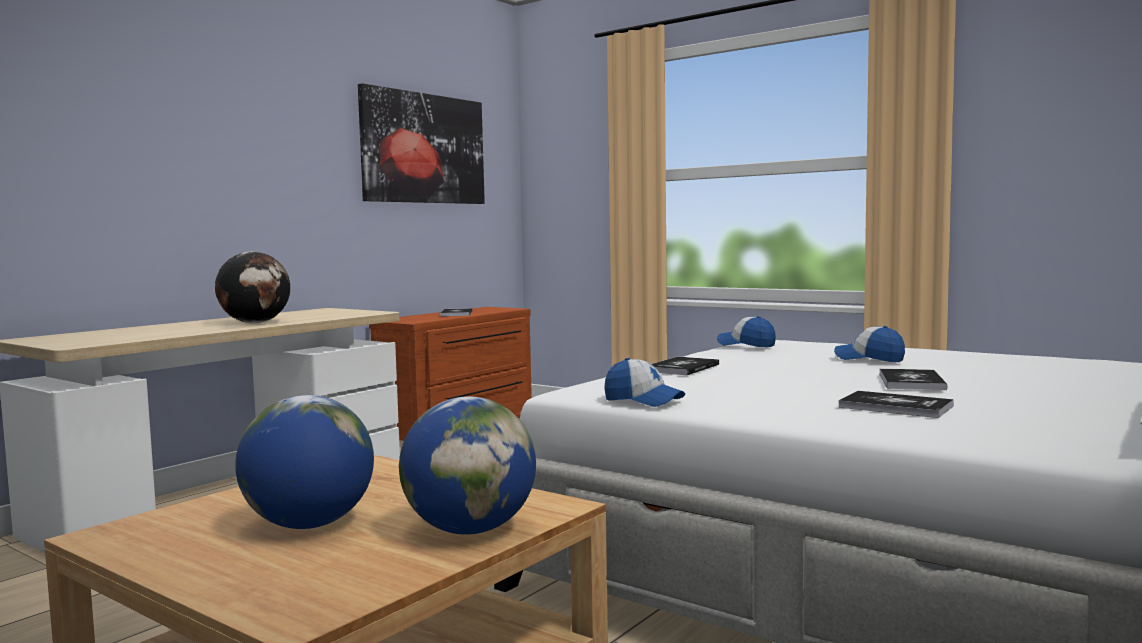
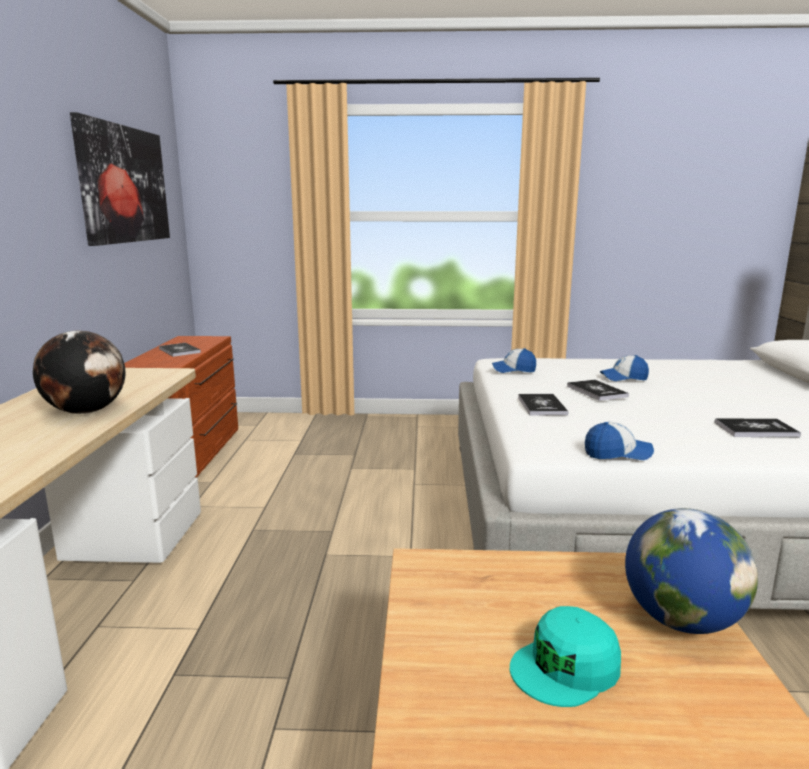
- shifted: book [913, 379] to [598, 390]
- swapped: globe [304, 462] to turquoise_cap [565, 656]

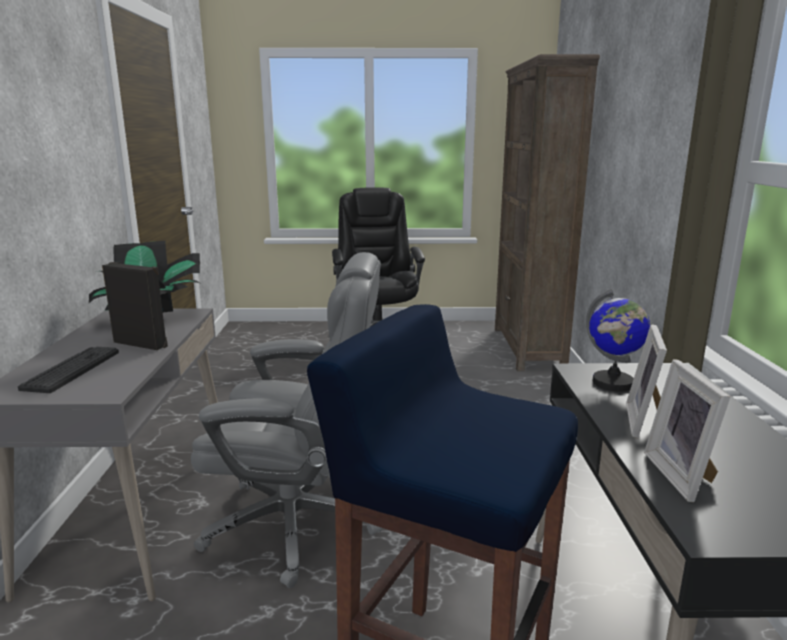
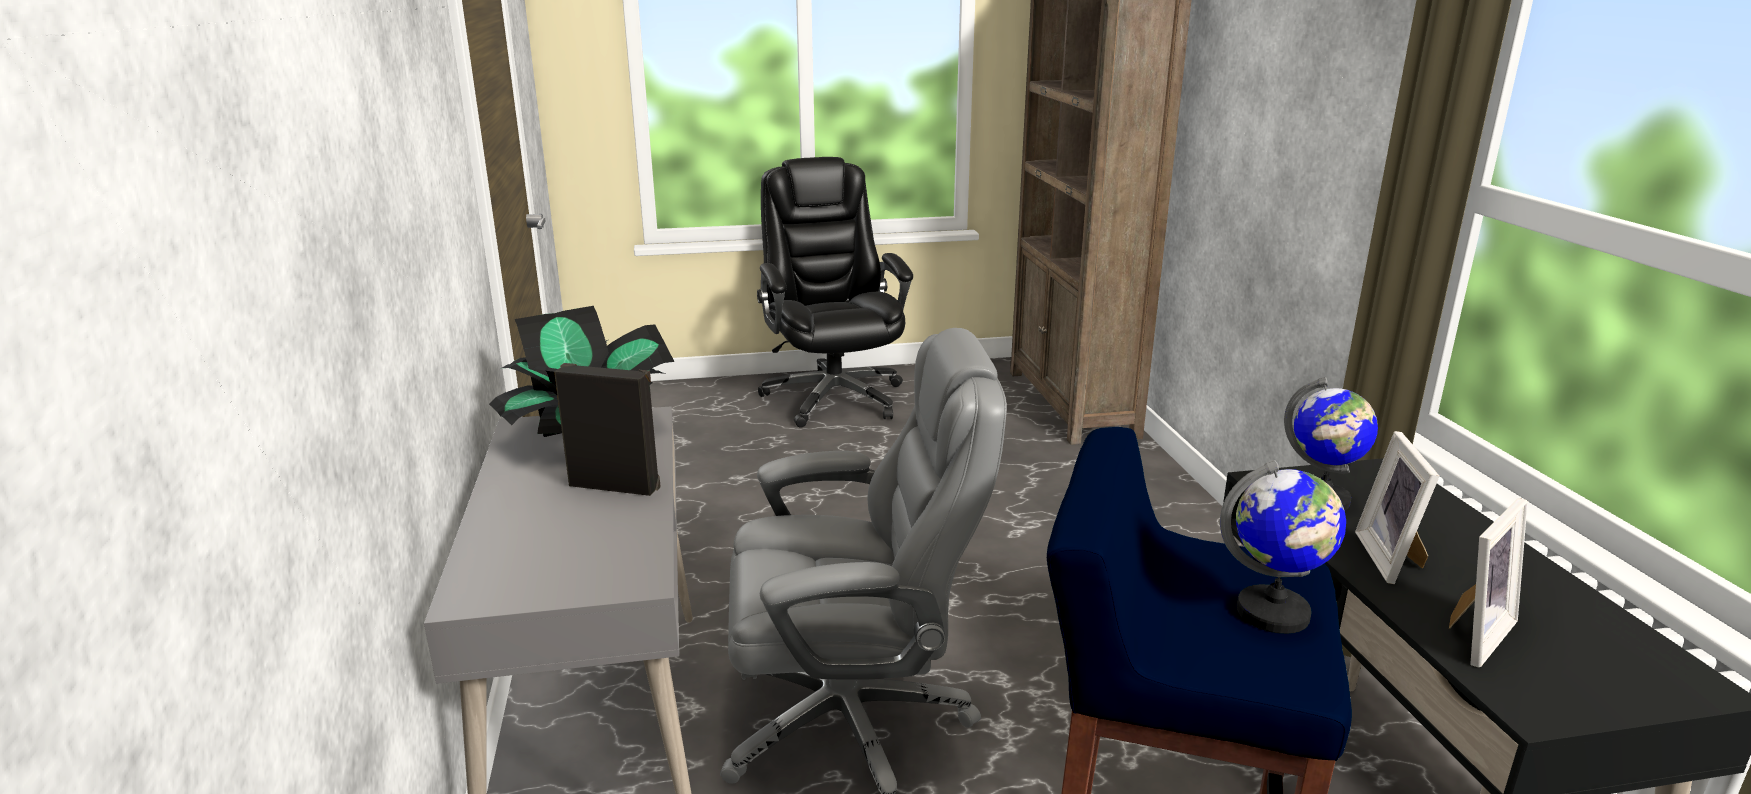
- gone: keyboard [68, 370]
- new: globe [1283, 547]
- rotated: picture_frame [687, 430] = [1488, 582] 120 degrees counterclockwise

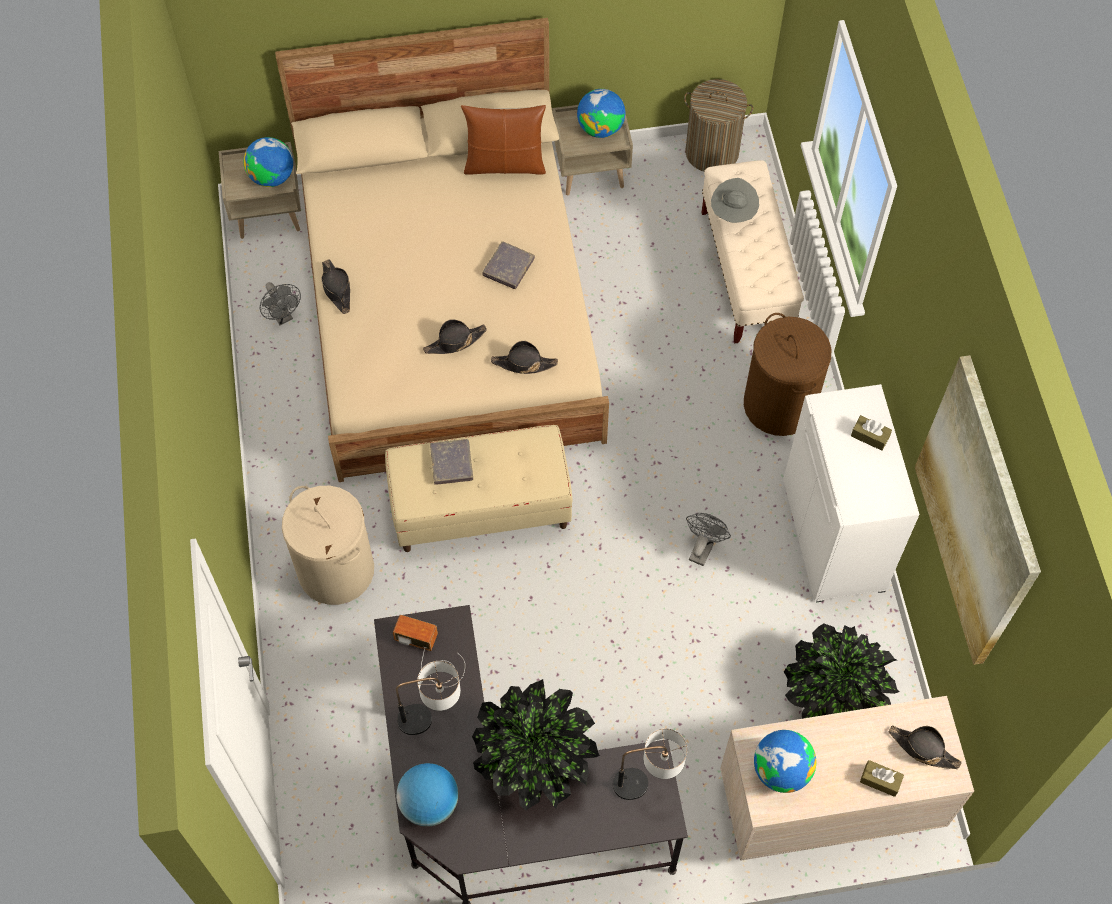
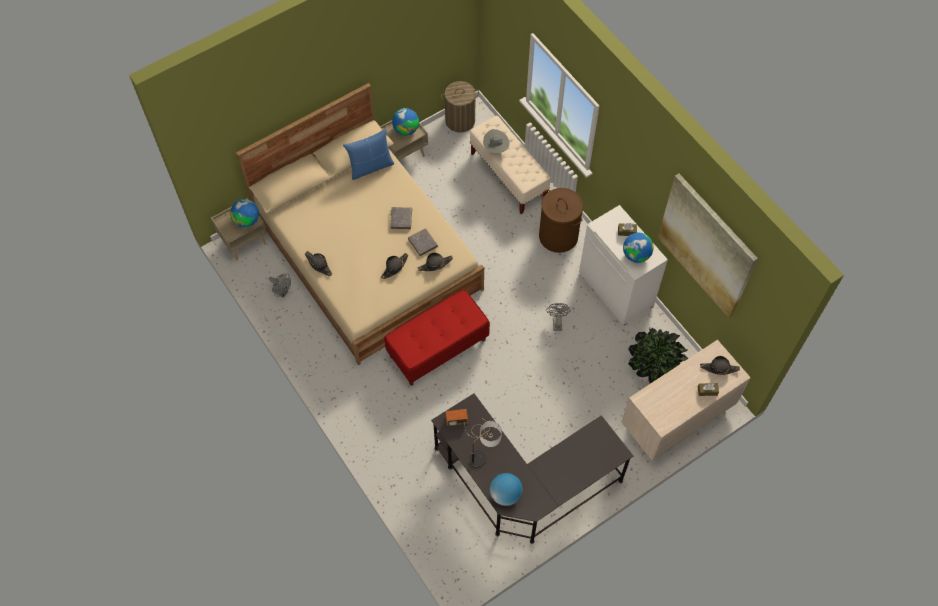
- gone: beige_laundry_basket [328, 545]
- gone: potted_plant [536, 744]
- gone: table_lamp [650, 764]
- shifted: grey_book [451, 462] to [423, 242]
- shifted: globe [785, 761] to [638, 248]
- repainted: beige_bench [479, 488] to red_bench [437, 337]
- repainted: brown_pillow [503, 140] to blue_pillow [368, 154]

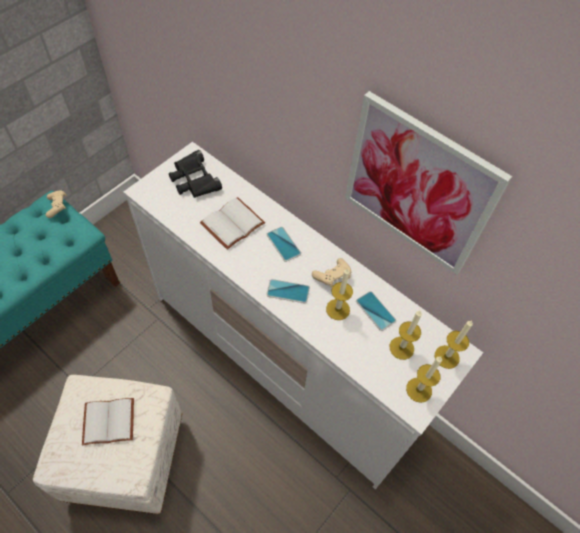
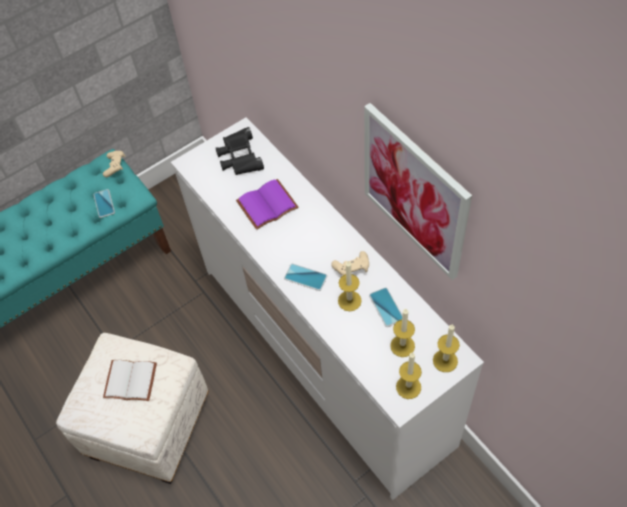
- shifted: phone [283, 244] to [104, 203]
- repainted: white_book [232, 223] to purple_book [267, 204]

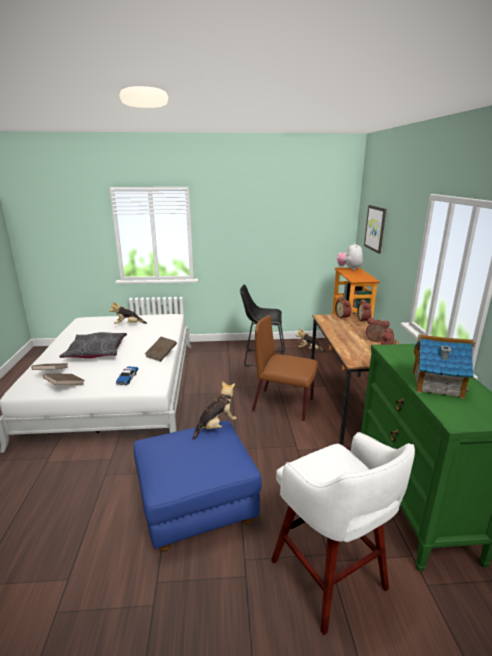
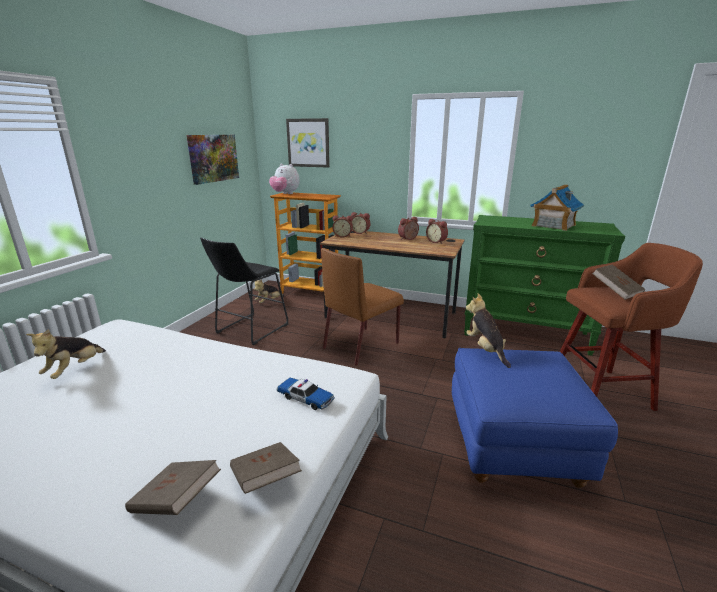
- gone: grey_pillow [93, 345]
- new: picture [213, 160]
- shifted: brown_book [161, 349] to [619, 282]
- repainted: white_stool [343, 533] to brown_stool [631, 327]

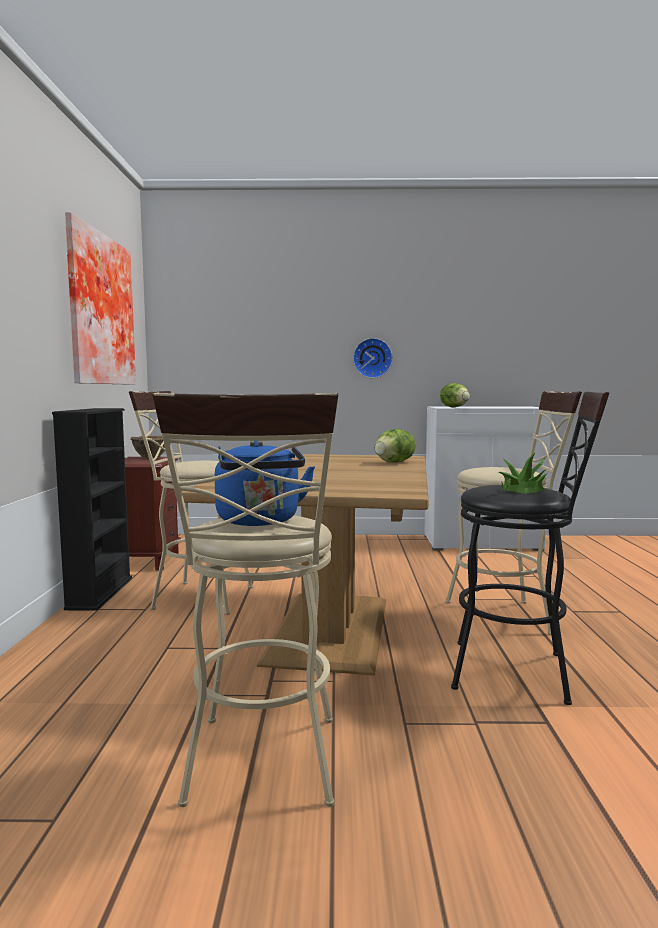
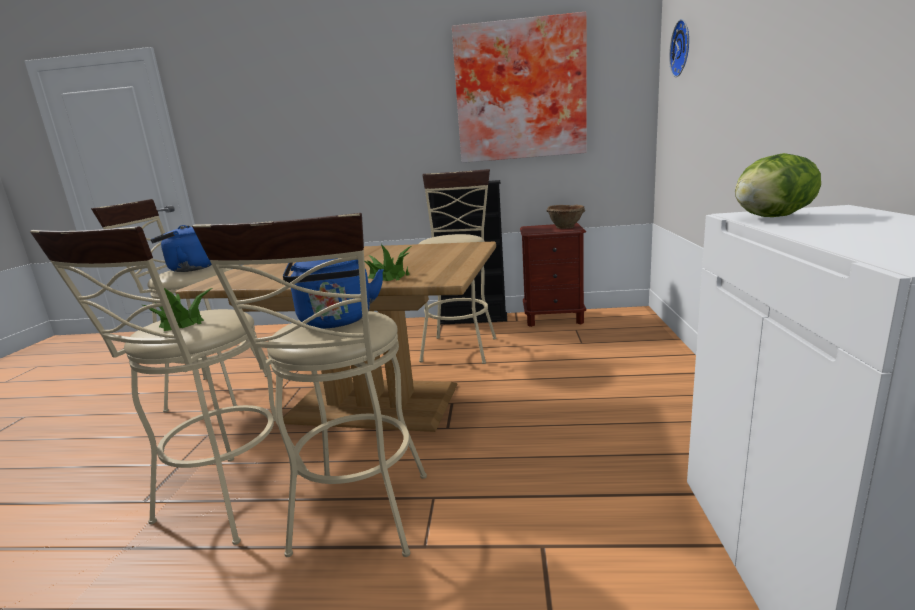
- new: blue_kettle [333, 293]
- shifted: wall_clock [373, 358] to [679, 48]
- swapped: lettuce [395, 446] to potted_plant [387, 262]
- repainted: black_stool [530, 548] to beige_stool [169, 385]

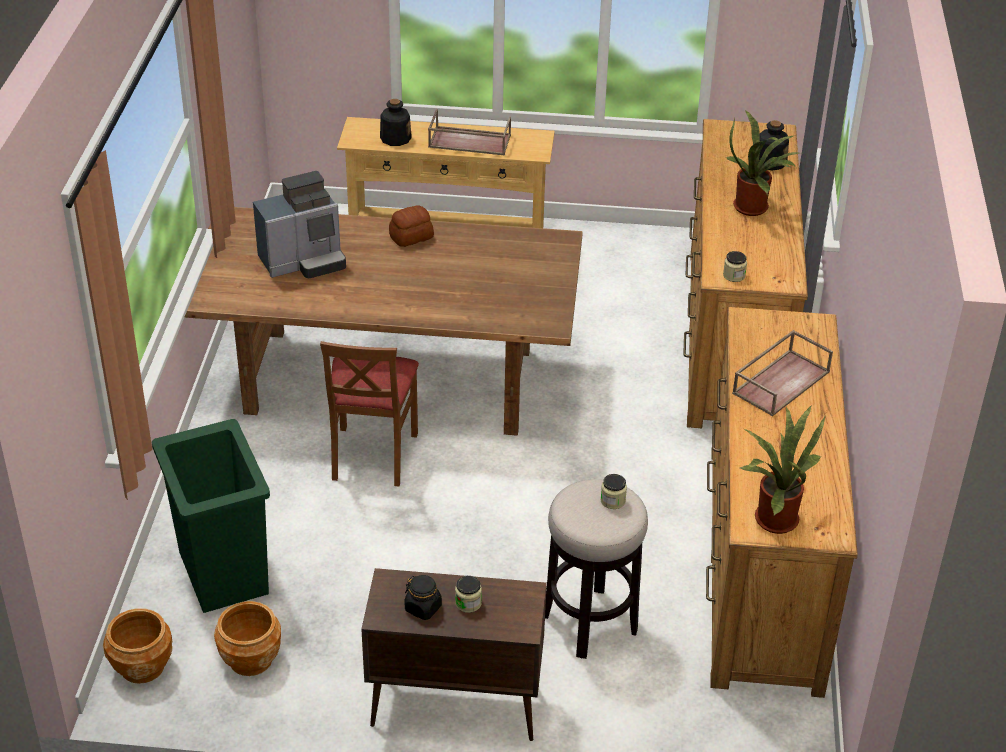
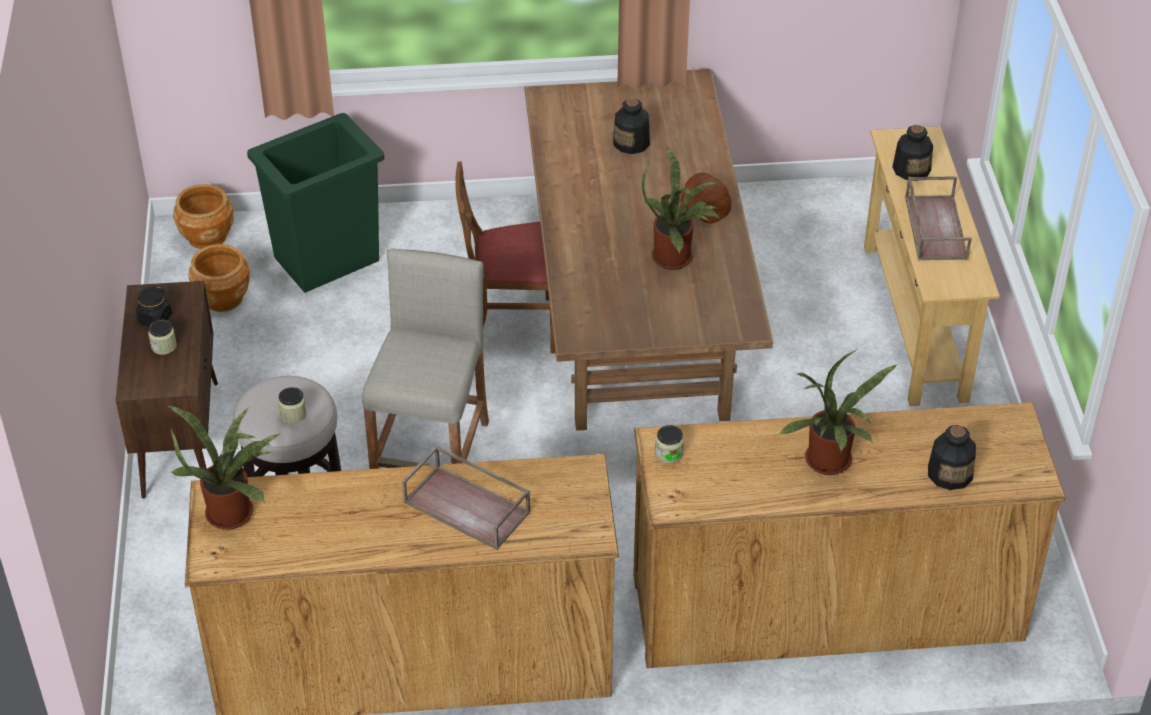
- new: beige_stool [425, 358]
- new: potted_plant [681, 208]
- swapped: coffee_machine [299, 224] to bottle [631, 126]

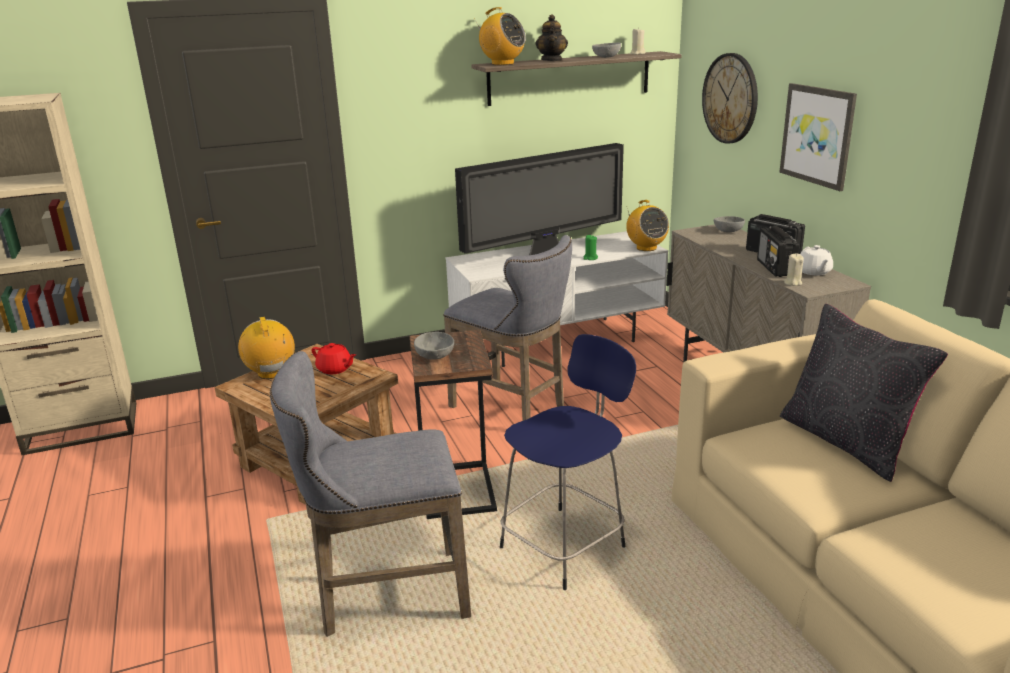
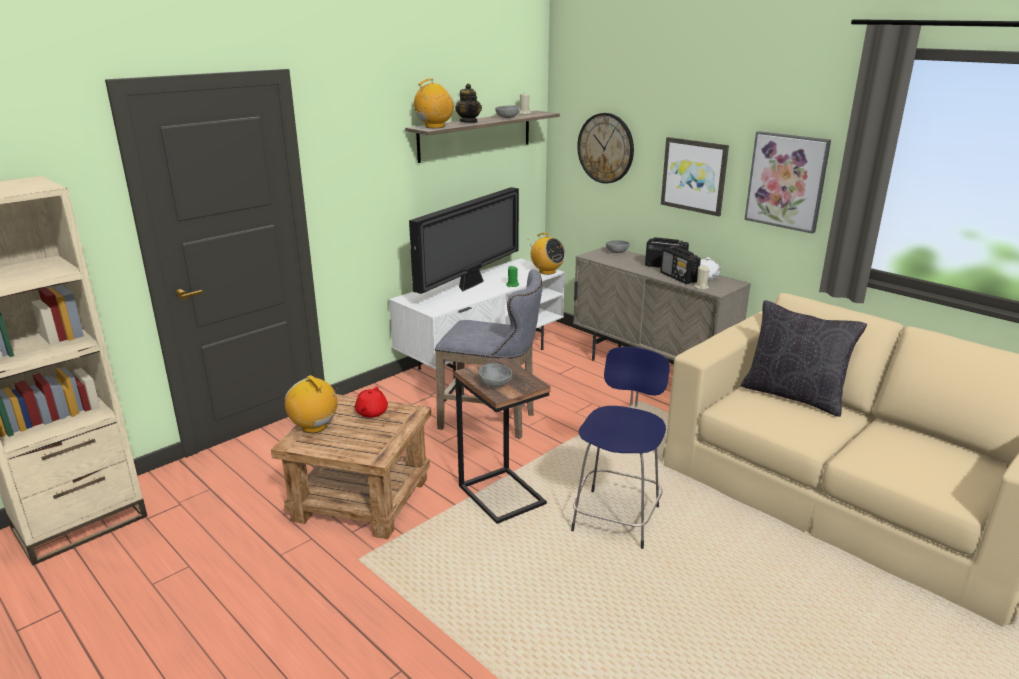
- gone: grey_stool [370, 494]
- new: picture [787, 182]
- rotated: red_teapot [334, 358] = [371, 402] 90 degrees clockwise
- rotated: radio [500, 36] = [434, 103] 45 degrees counterclockwise

